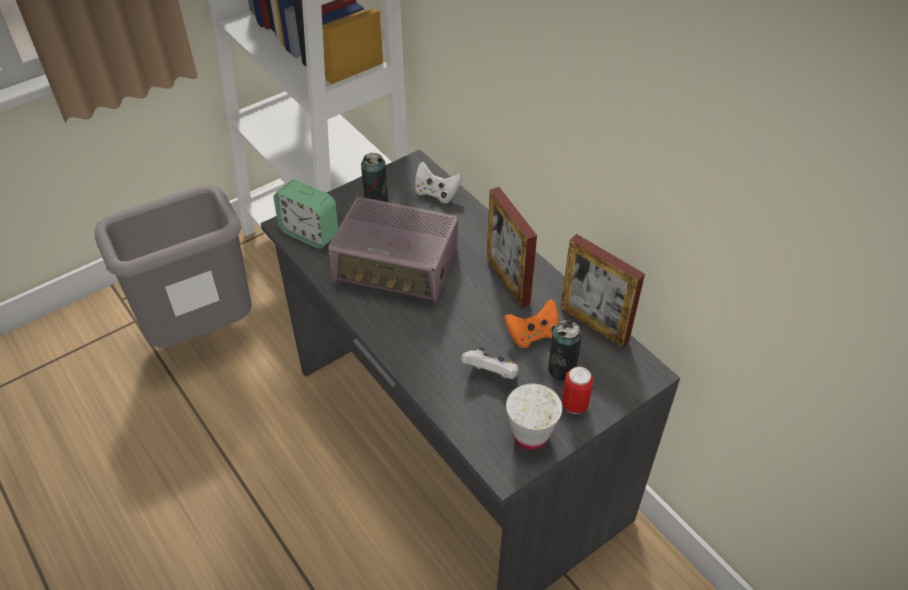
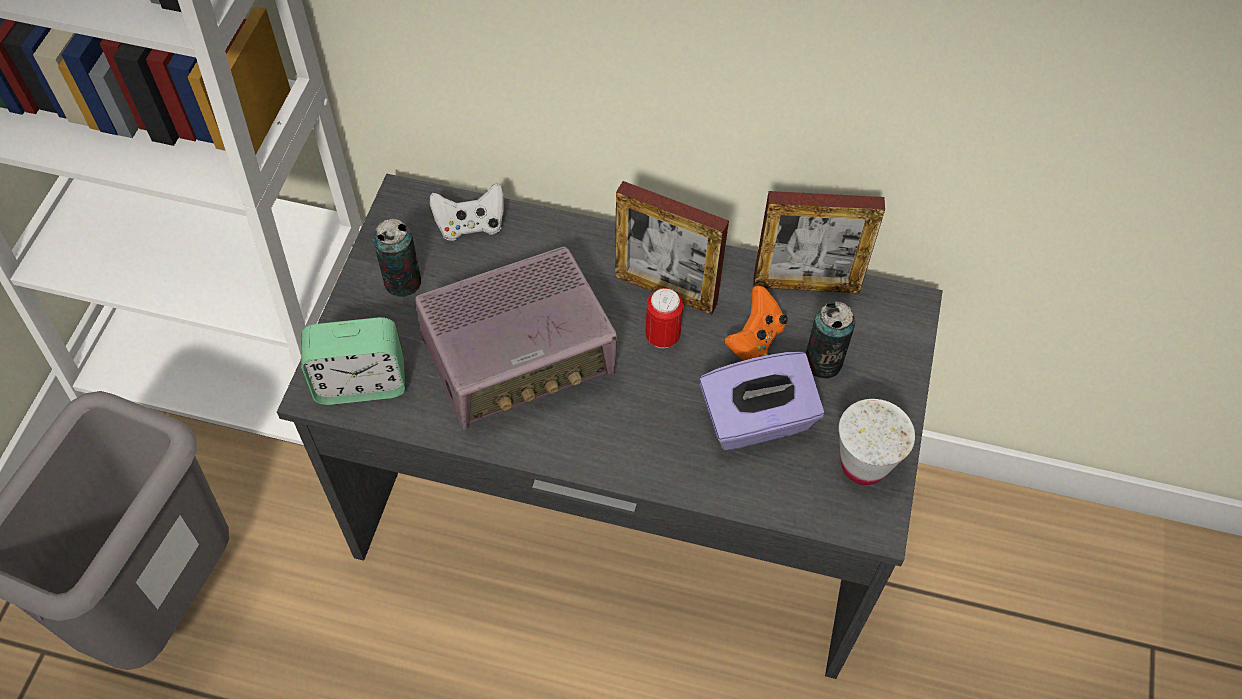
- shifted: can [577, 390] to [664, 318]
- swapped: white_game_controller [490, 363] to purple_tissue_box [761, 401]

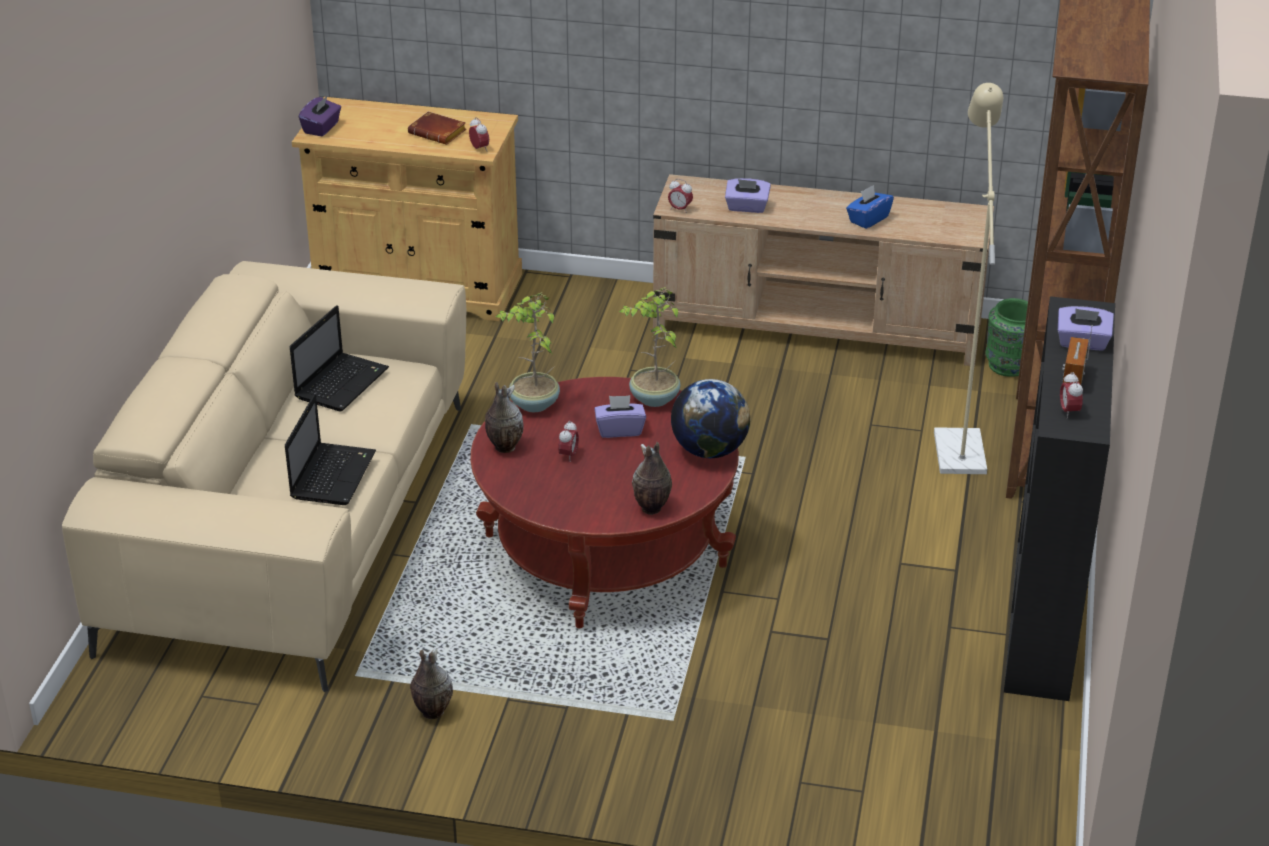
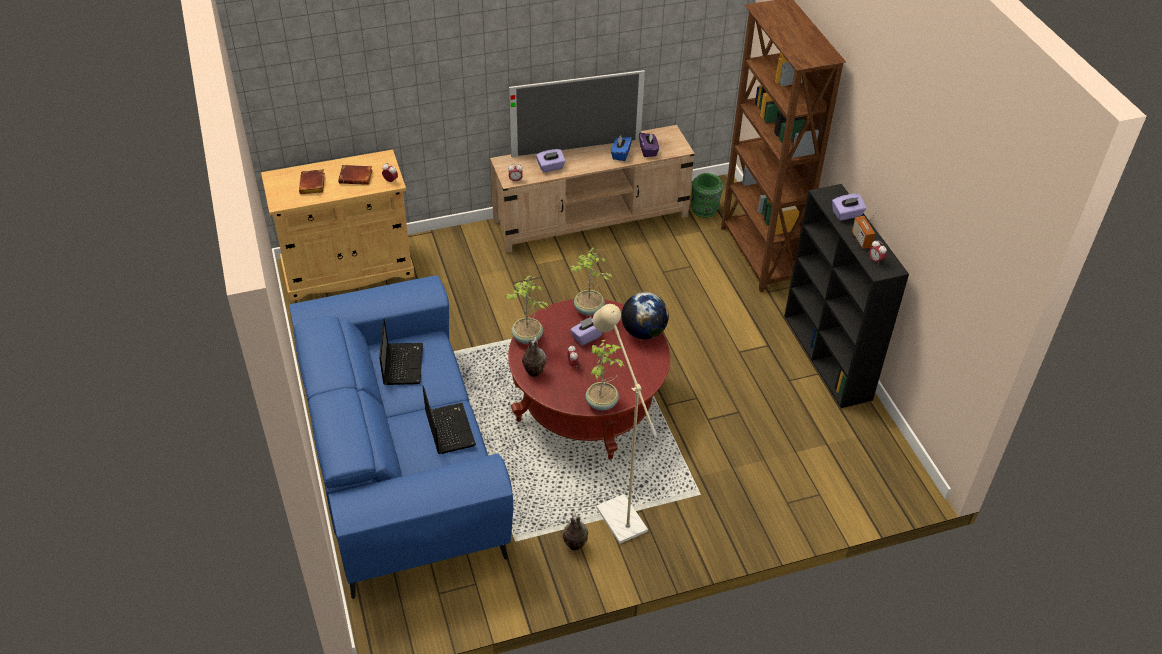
- gone: vase [652, 478]
- new: brown_book [312, 181]
- new: television [577, 113]
- new: potted_plant [605, 375]
- shifted: purple_tissue_box [320, 116] to [649, 144]
- shifted: beige_floor_lamp [968, 278] to [625, 424]
- repainted: beige_sofa [264, 476] to blue_sofa [401, 437]

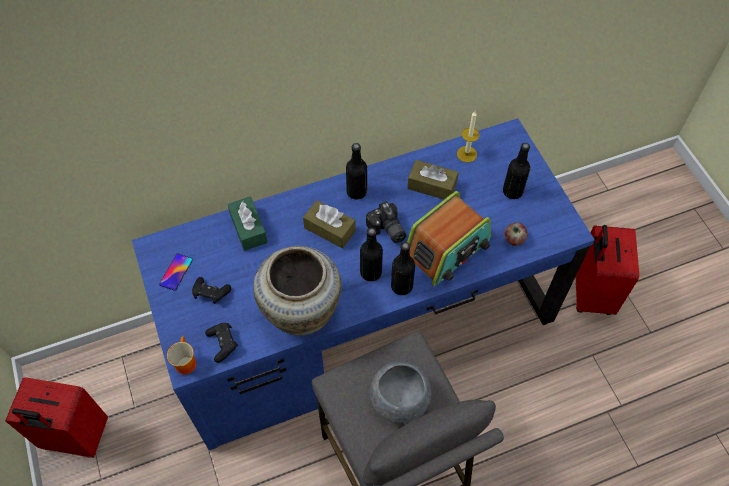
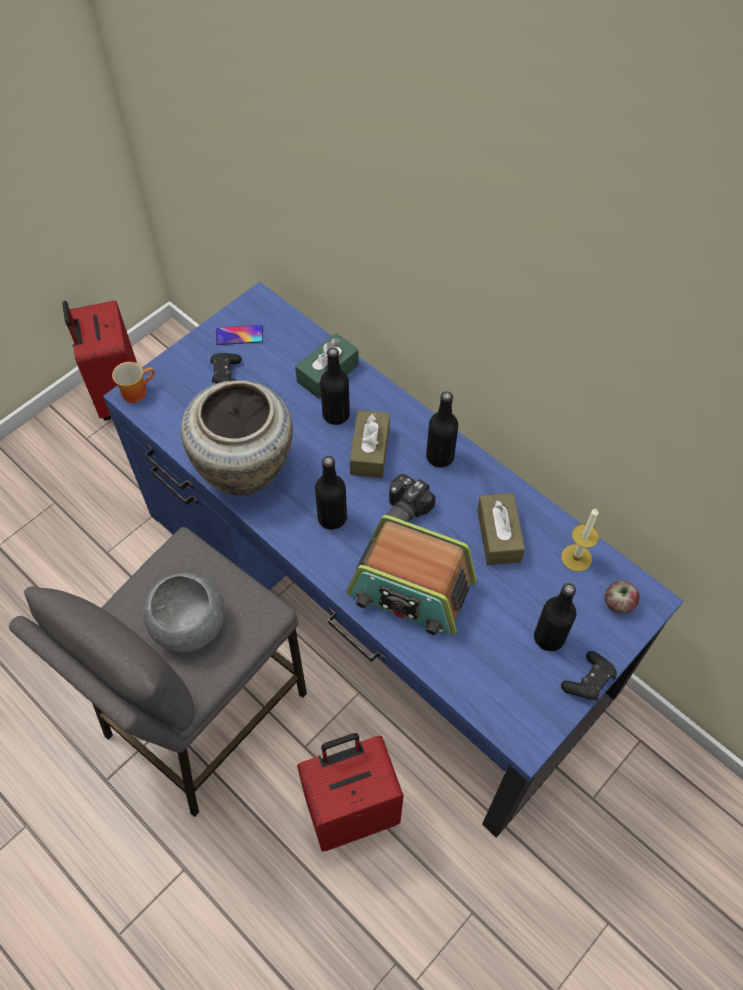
- shifted: black_game_controller [221, 343] to [589, 676]
- shifted: black_bottle [403, 268] to [335, 386]
- shifted: apple [516, 234] to [622, 597]
- shifted: red_suitcase [607, 270] to [350, 792]

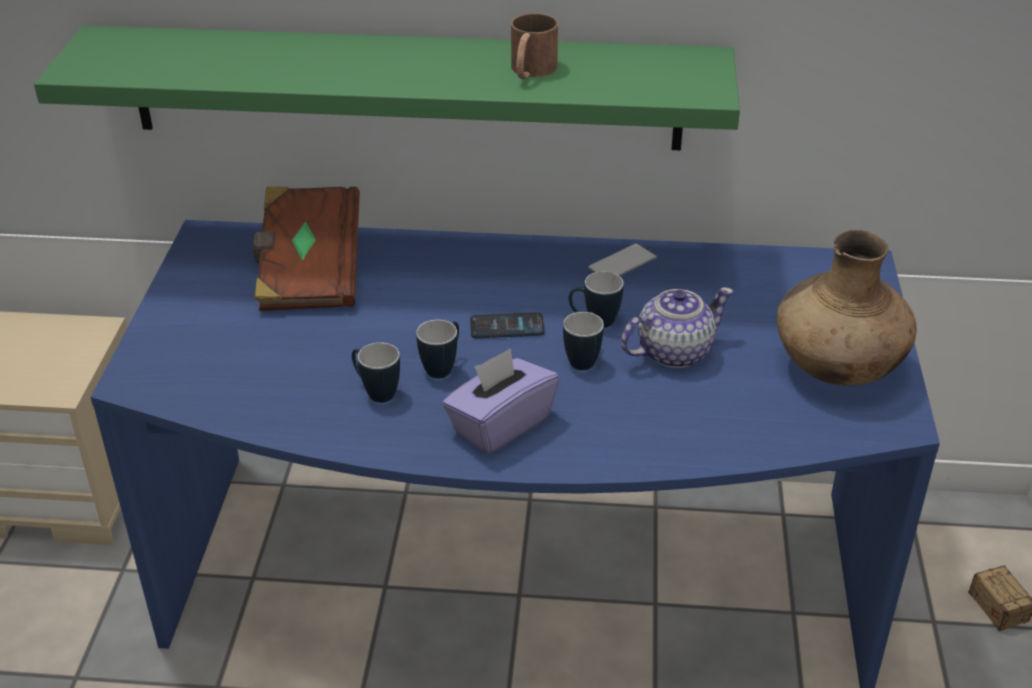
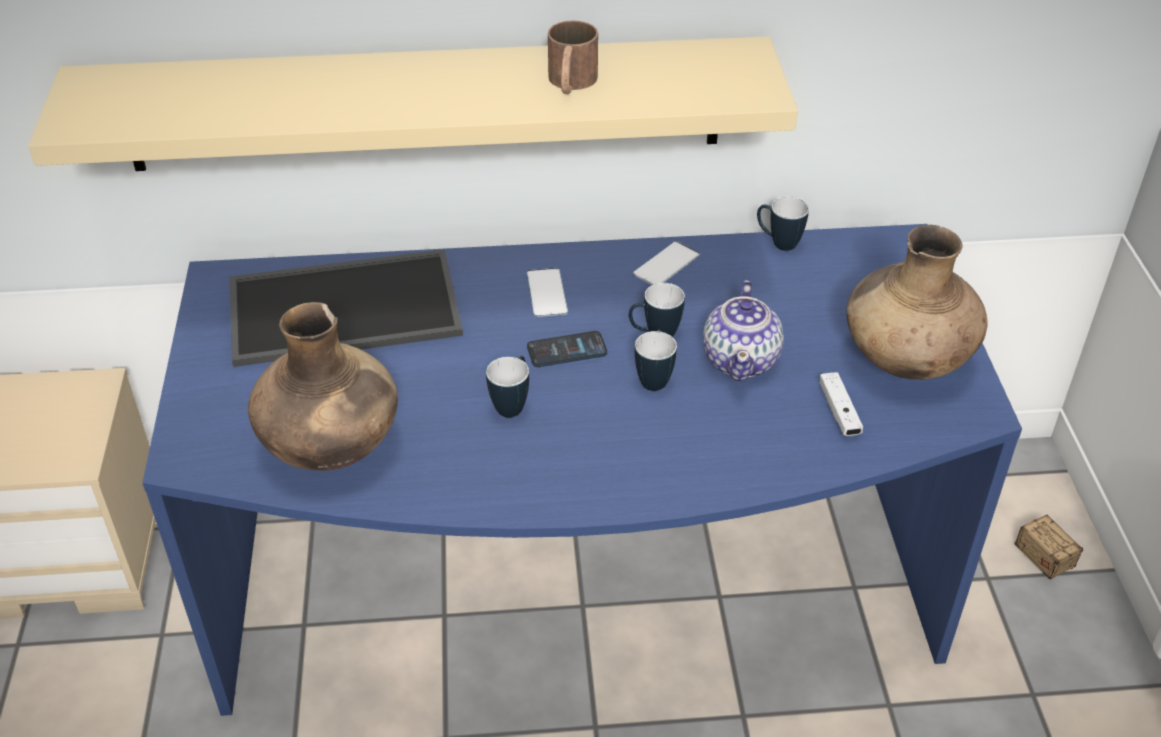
- gone: purple_tissue_box [500, 401]
- new: brown_vase [323, 386]
- new: phone [547, 292]
- new: white_game_controller [841, 404]
- shifted: mug [376, 372] to [783, 224]
- swapped: brown_book [306, 249] to tray [346, 308]
- repainted: green_shelf [387, 87] to beige_shelf [413, 103]
- rotated: teapot [677, 327] = [743, 330] 135 degrees clockwise

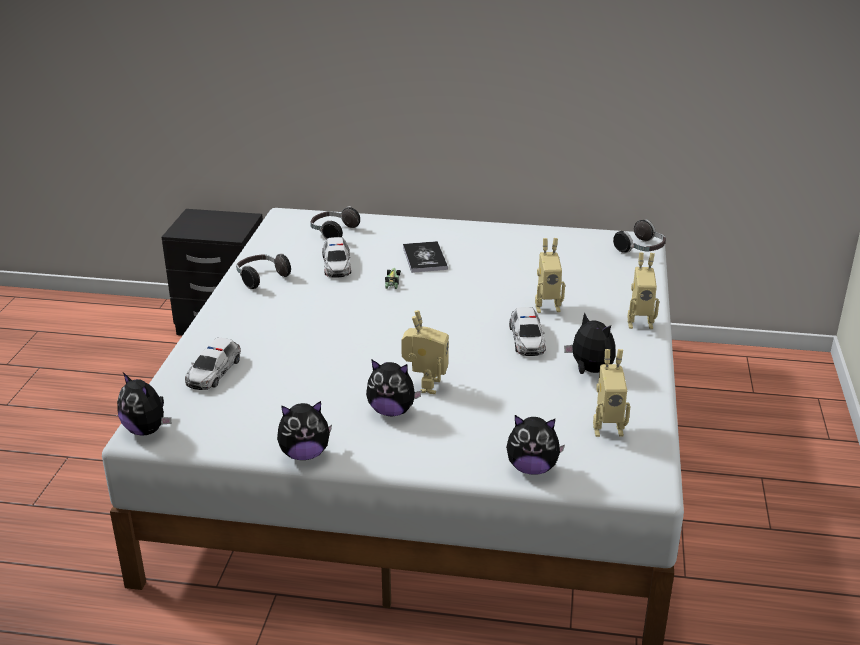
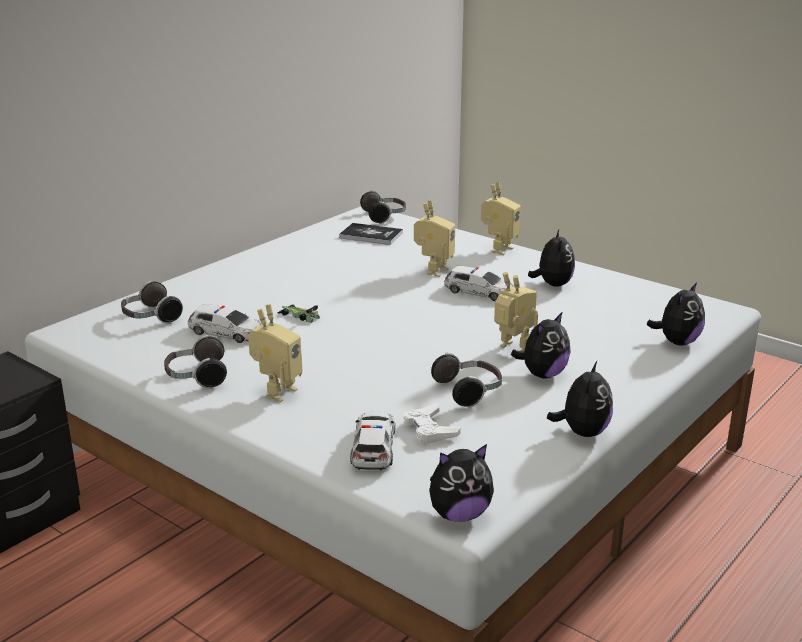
- new: white_game_controller [432, 423]
- new: headphones [466, 380]
- shifted: book [425, 257] to [371, 234]
- shifted: toy_robot [612, 393] to [275, 353]
- rotated: toy_car [213, 364] = [372, 441] 135 degrees counterclockwise
- rotated: plush_toy [590, 343] = [551, 258] 105 degrees clockwise

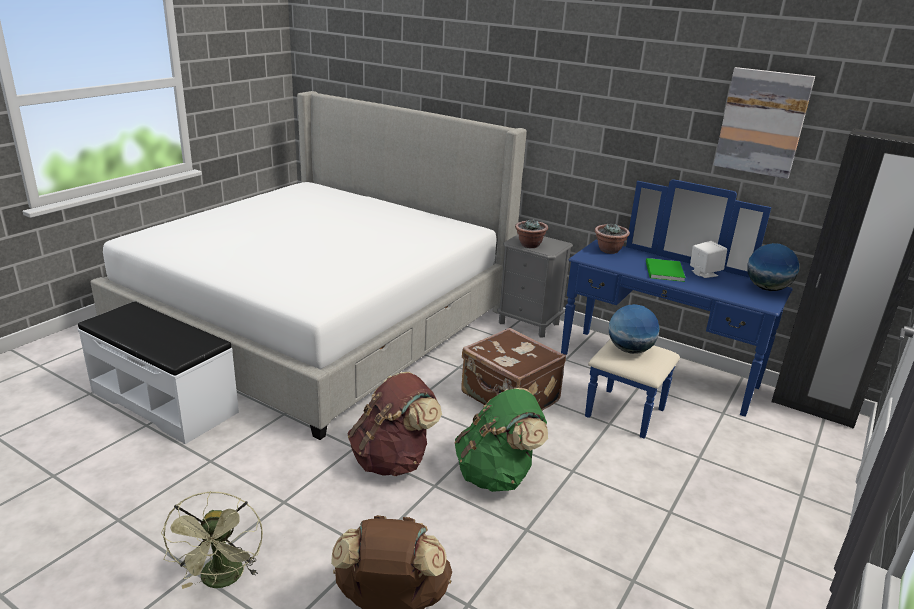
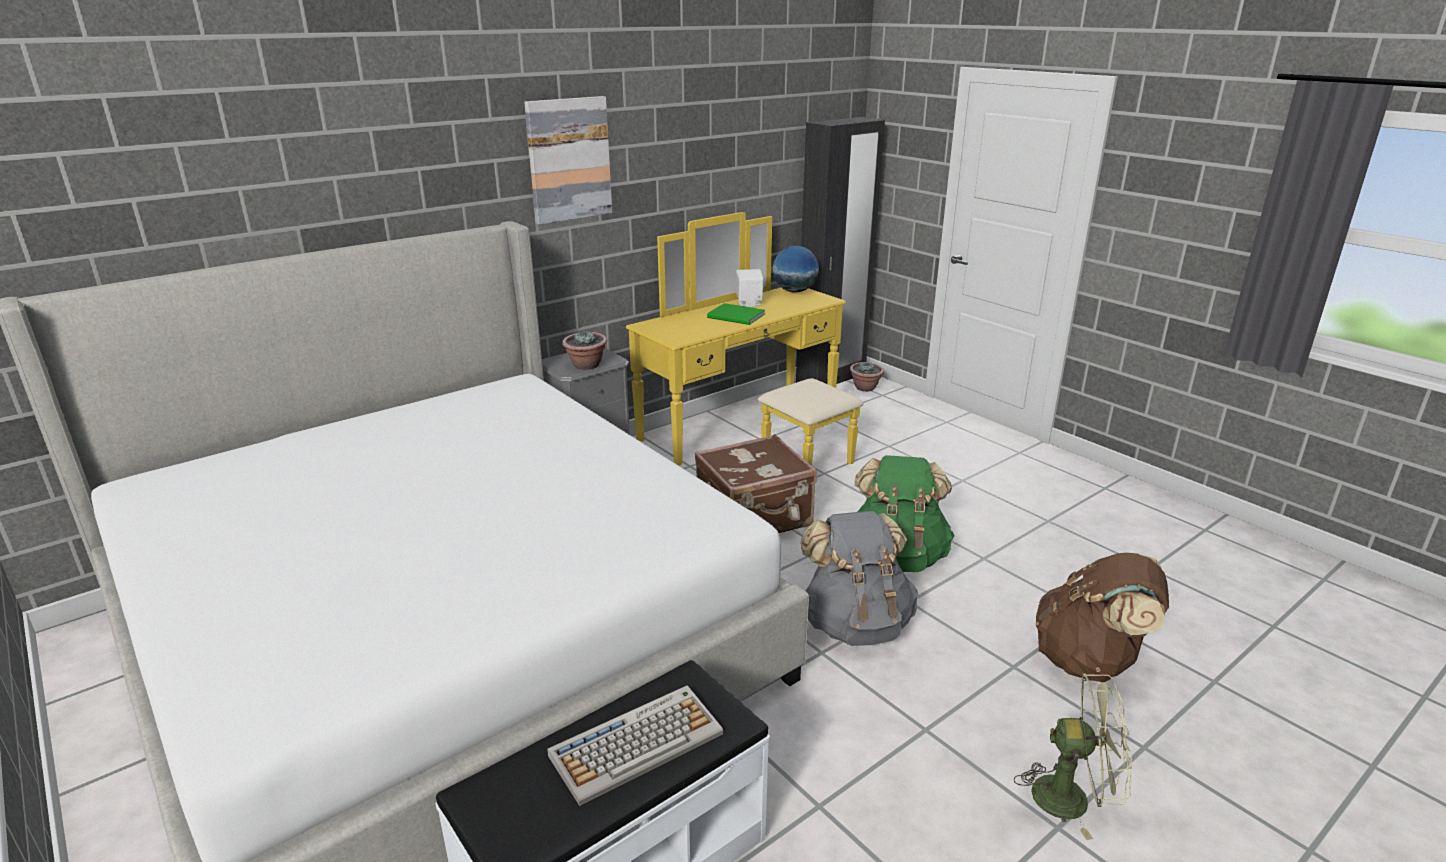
- gone: globe [634, 329]
- new: keyboard [635, 745]
- shifted: potted_plant [612, 238] to [867, 377]
- shifted: picture [764, 123] to [568, 160]
- repainted: brown_backpack [395, 424] to grey_backpack [859, 578]
- repainted: blue_dresser [676, 308] to yellow_dresser [745, 339]

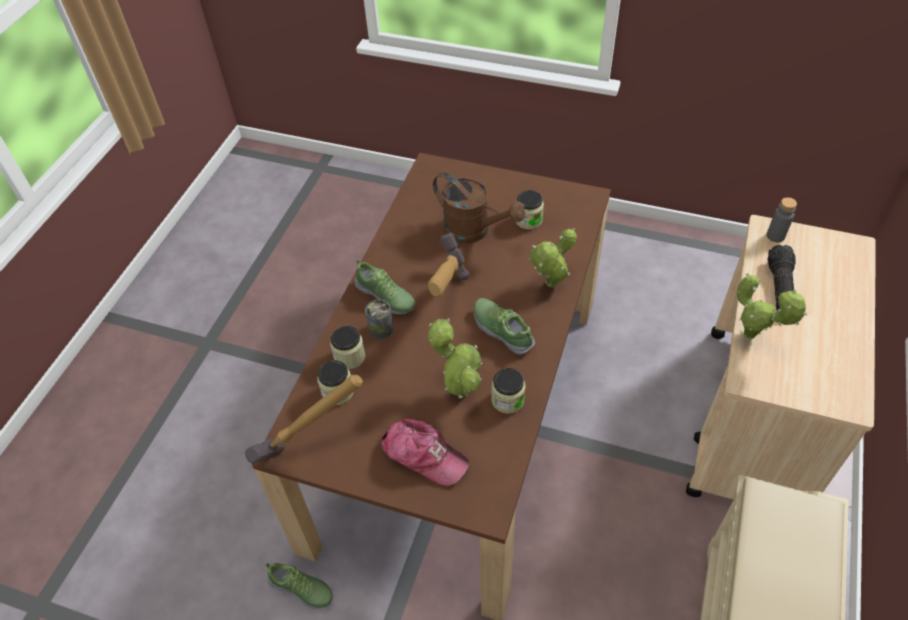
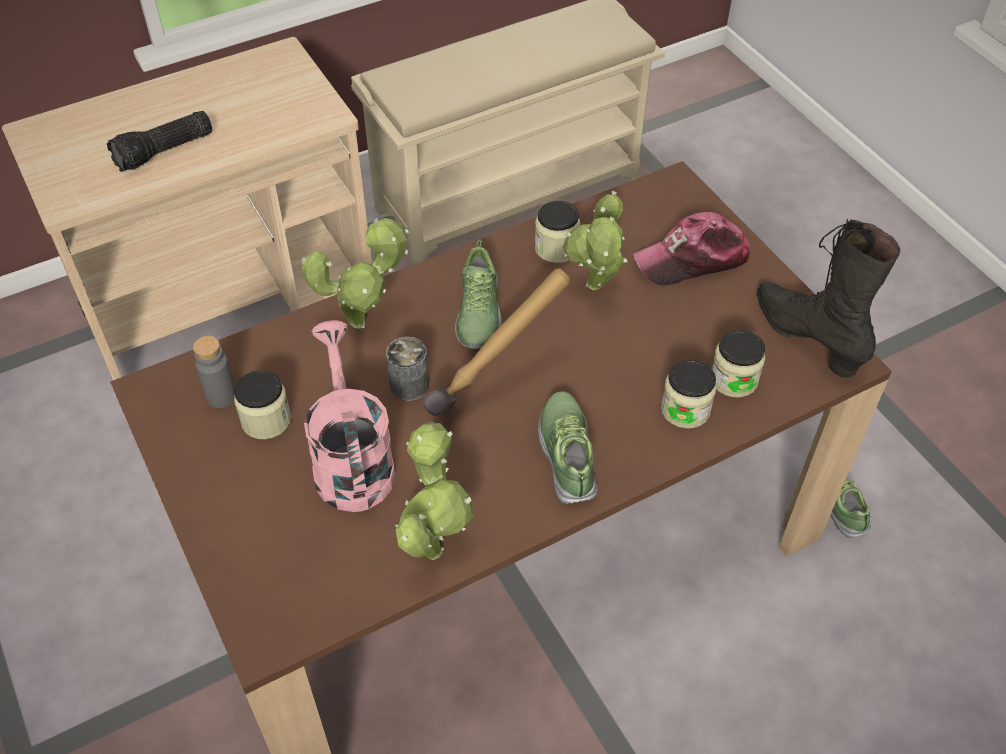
- shifted: can [379, 319] to [407, 369]
- shifted: potted_plant [772, 306] to [434, 491]
- shifted: grey_bottle [782, 219] to [214, 372]
- swapped: hammer [304, 419] to black_boot [828, 298]
- repainted: brown_watering_can [479, 208] to pink_watering_can [350, 416]
- rotated: cap [425, 452] = [692, 249] 90 degrees counterclockwise

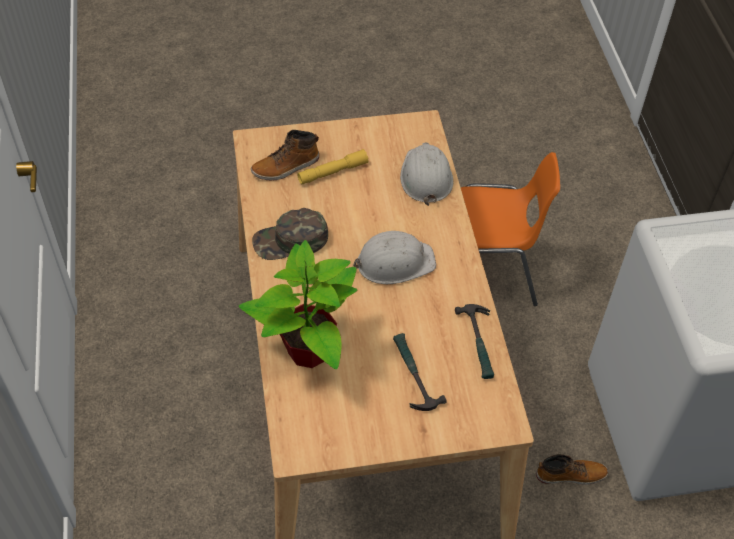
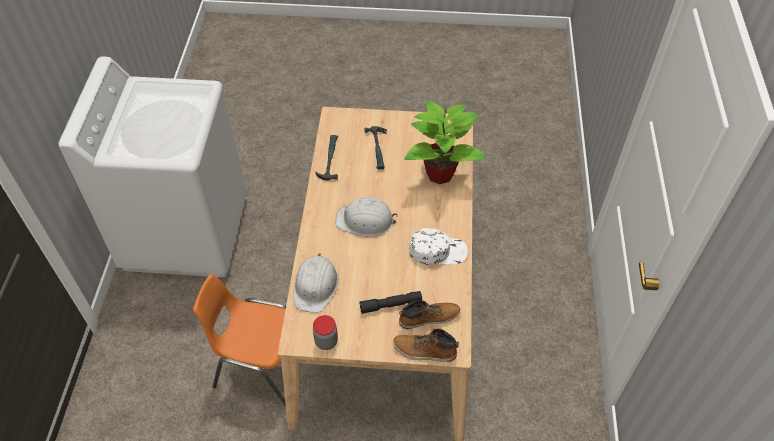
- new: jar [325, 332]
- shifted: boot [572, 469] to [426, 345]
- repainted: green_cap [290, 234] to white_cap [438, 246]
- repainted: yellow_flashlight [333, 167] to black_flashlight [390, 302]

